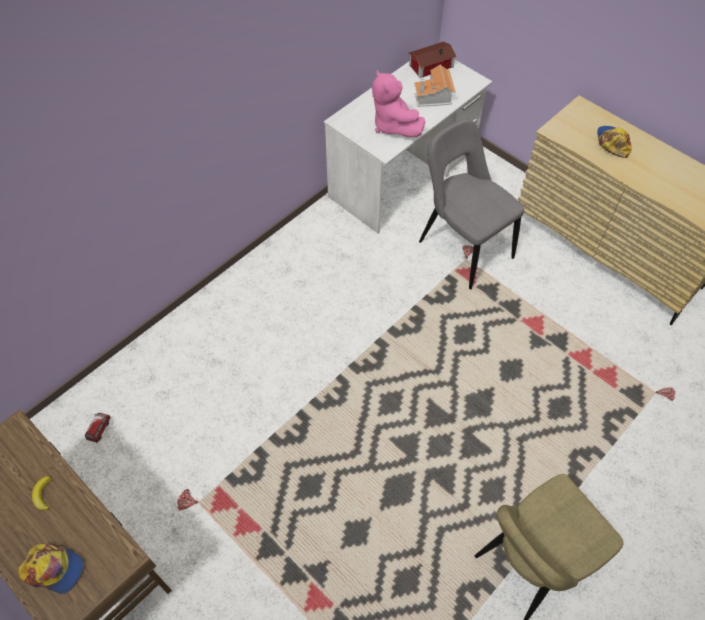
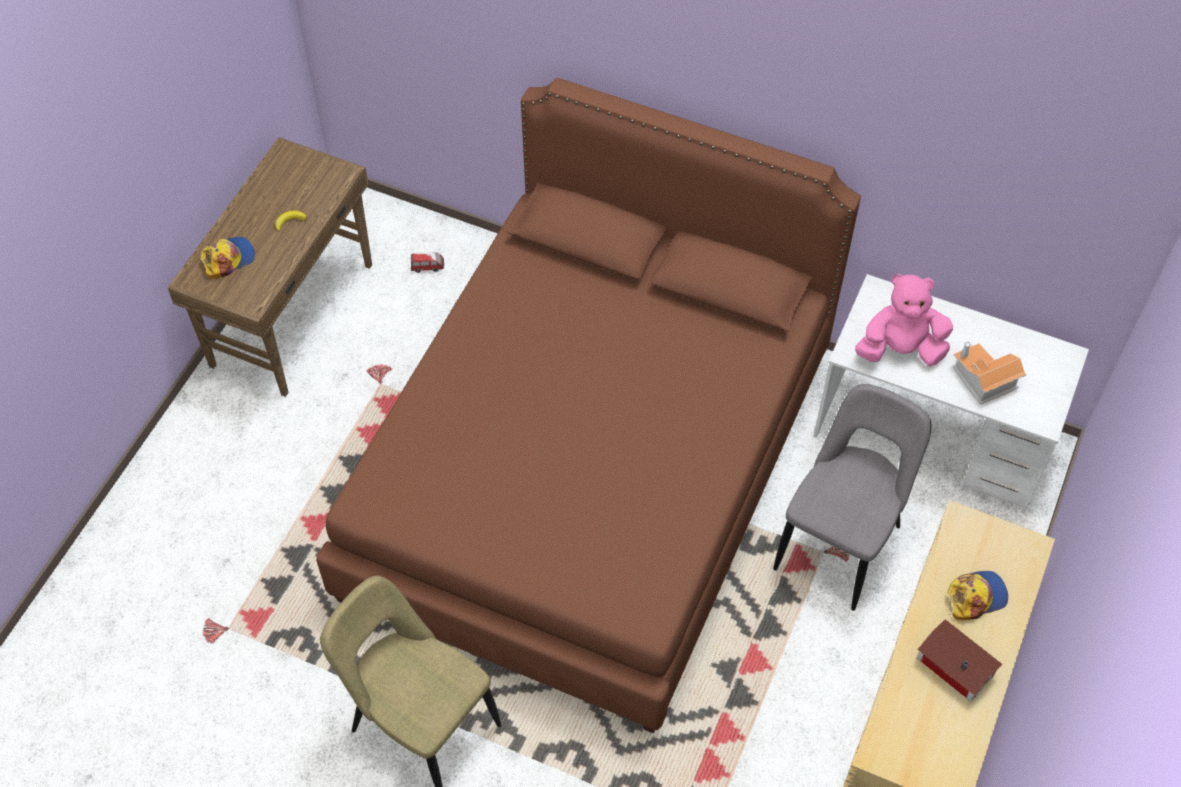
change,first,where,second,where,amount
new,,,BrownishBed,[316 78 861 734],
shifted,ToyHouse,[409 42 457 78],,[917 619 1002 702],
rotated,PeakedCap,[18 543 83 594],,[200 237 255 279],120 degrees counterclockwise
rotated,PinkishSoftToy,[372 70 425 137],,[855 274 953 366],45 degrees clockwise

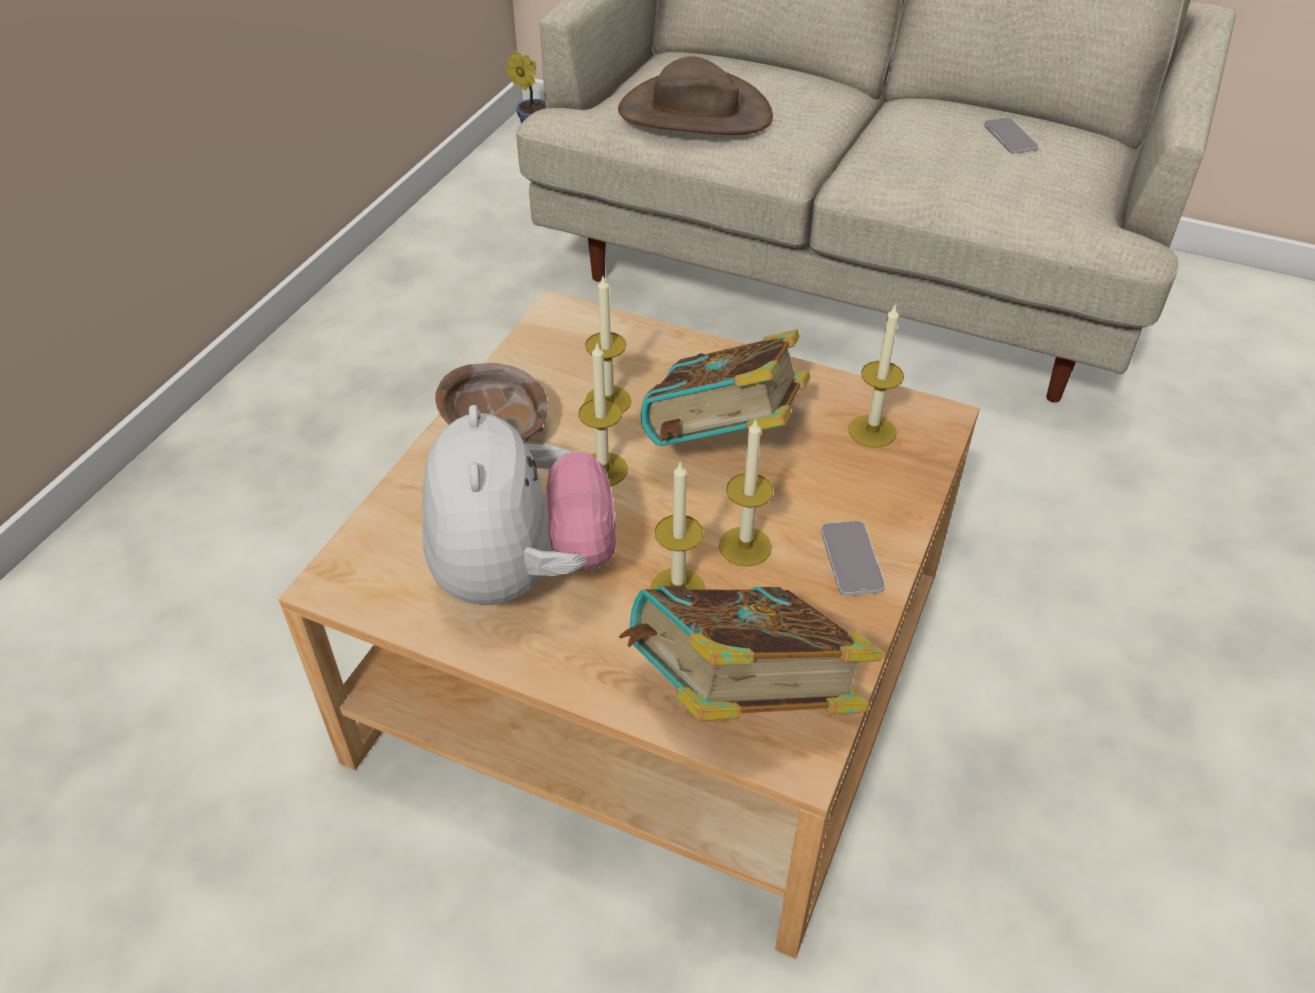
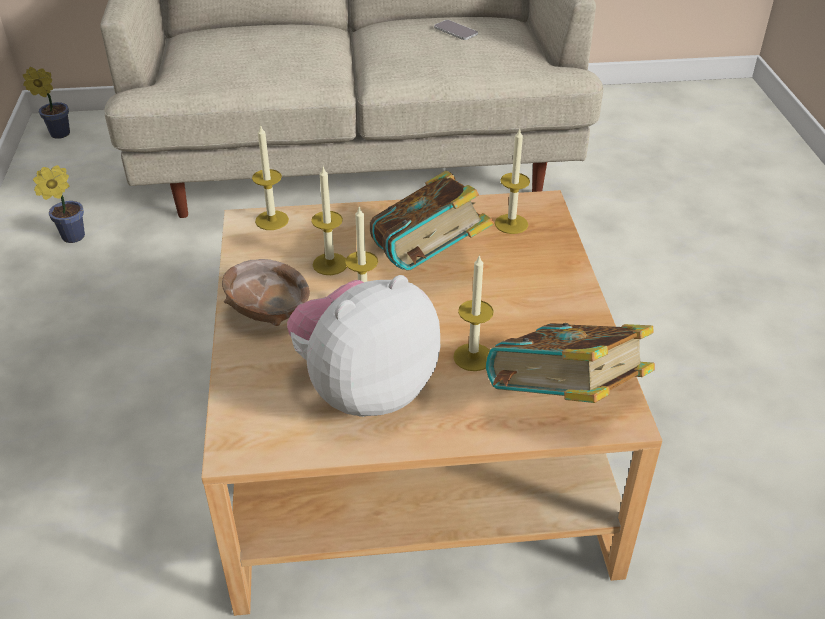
change,first,where,second,where,amount
gone,BrownishWearableHat,[618 56 773 135],,,
gone,Telephone,[821 520 885 596],,,
new,,,Houseplant,[33 165 85 243],
shifted,WaxLight,[719 419 773 567],,[252 124 289 230],
rotated,SoftToy,[422 405 616 605],,[287 275 440 417],90 degrees counterclockwise

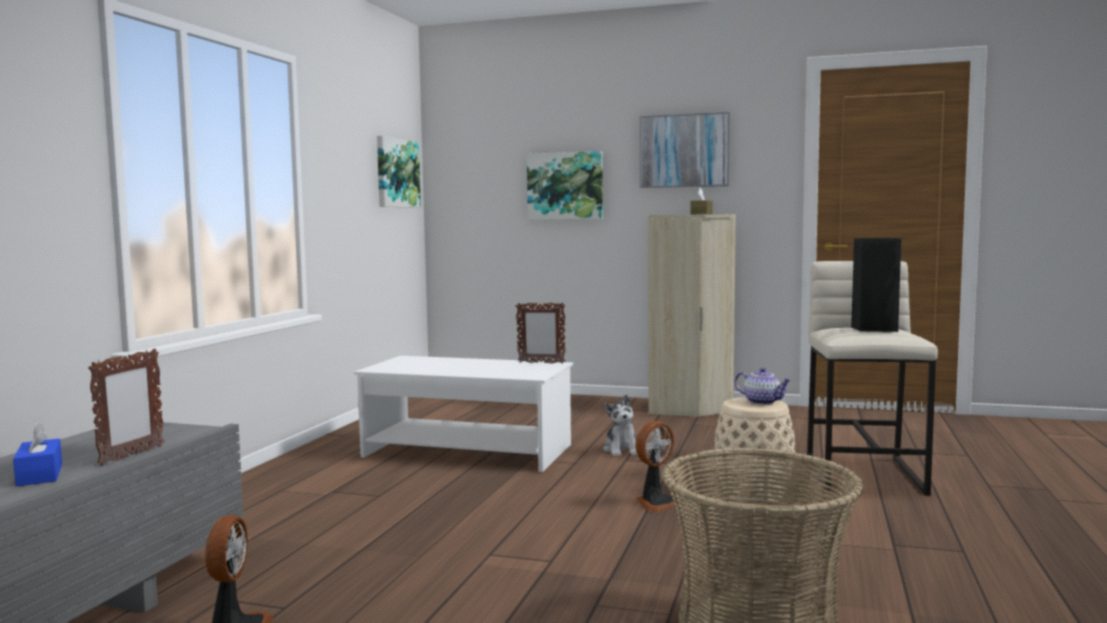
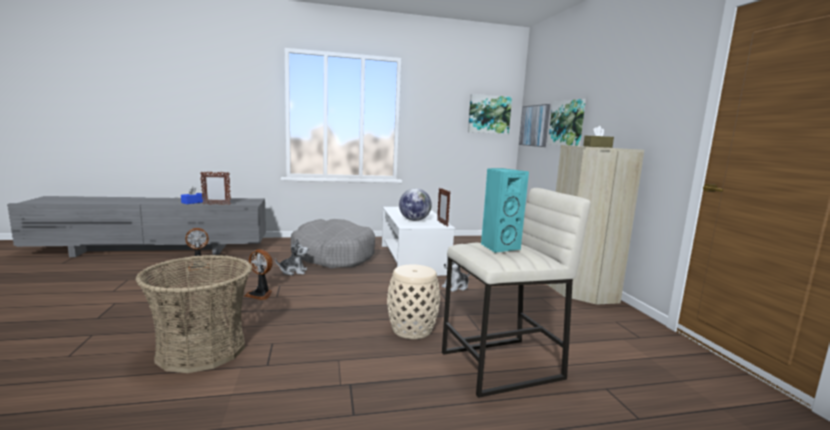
change,first,where,second,where,amount
gone,PotForTea,[735 368 791 405],,,
new,,,SoftToy,[275 239 308 275],
new,,,GrayDogBed,[291 219 375 269],
new,,,DeskGlobe,[399 188 432 221],
shifted,Fan,[635 421 683 512],,[244 249 273 300],
shifted,Picture,[640 112 730 188],,[519 104 550 147],
repainted,BlackColouredSpeaker,[851 238 901 332],BlueGreenSpeaker,[481 168 529 253],

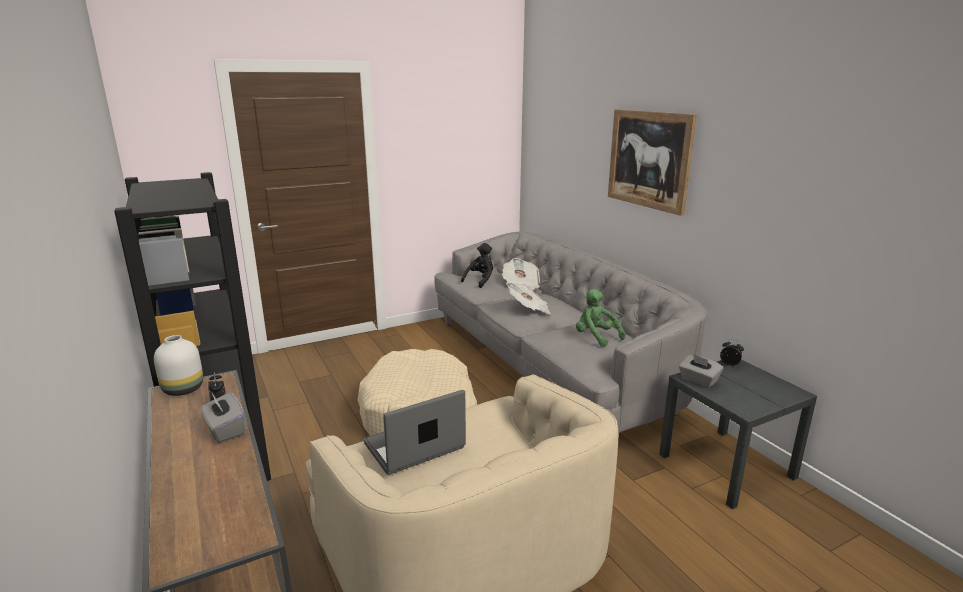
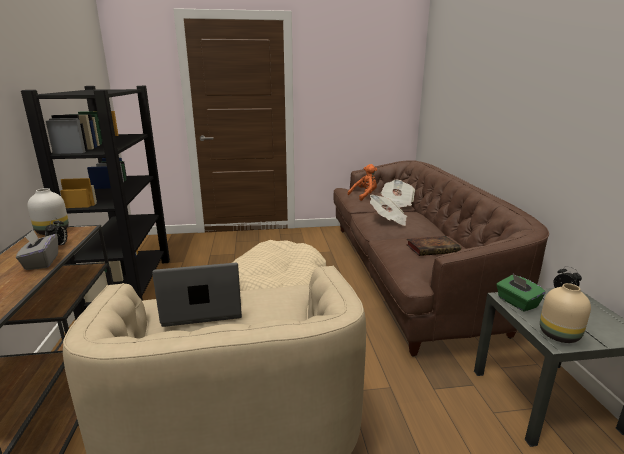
change,first,where,second,where,amount
gone,Picture,[608 109 697 216],,,
new,,,BeigeVase,[540 283 591 343],
swapped,GreenishSoftToy,[576 289 625 347],Volume,[406 236 461 256],
repainted,GraySofa,[434 232 707 434],BrownishSofa,[334 160 549 356],
repainted,BlackColouredSoftToy,[461 243 493 288],OrangeySoftToy,[347 164 377 201],
repainted,GrayTissueHolder,[679 354 723 388],GreenishTissueHolder,[496 274 546 312],

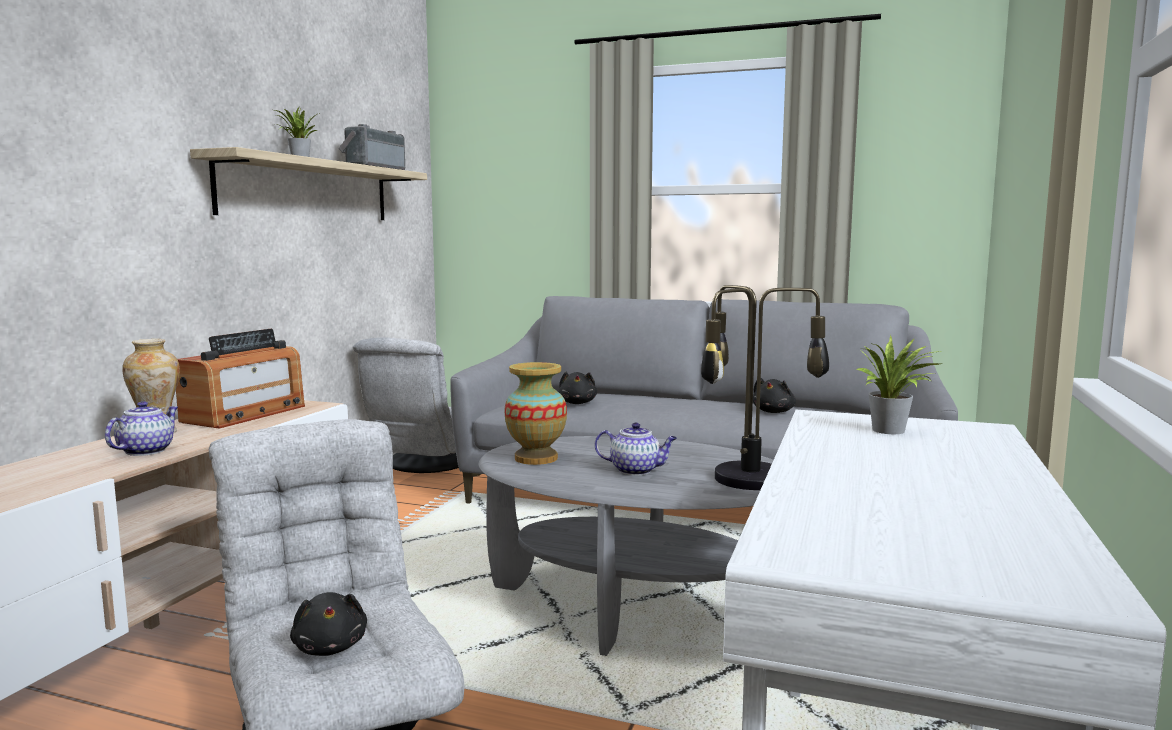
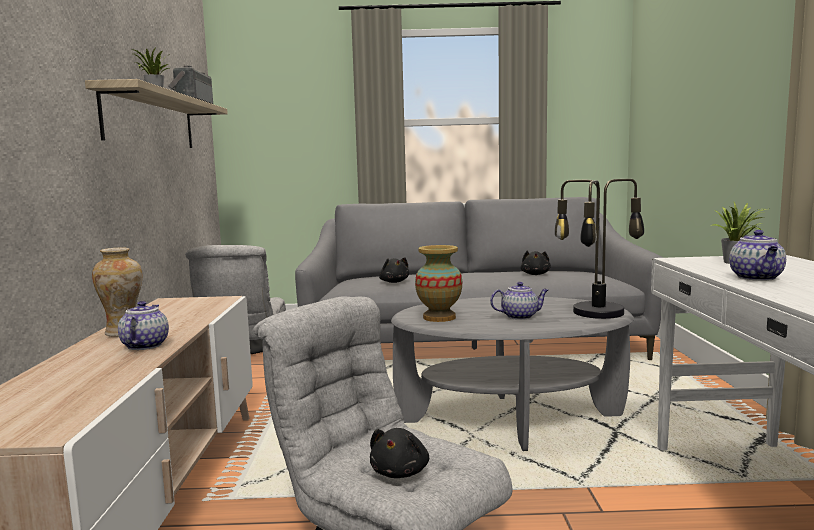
change,first,where,second,where,amount
gone,RadioSet,[176 329 305 429],,,
new,,,PotForTea,[729 230 786 281],
rotated,BlackColouredSoftToy,[290 592 367 656],,[370 428 429 478],60 degrees clockwise

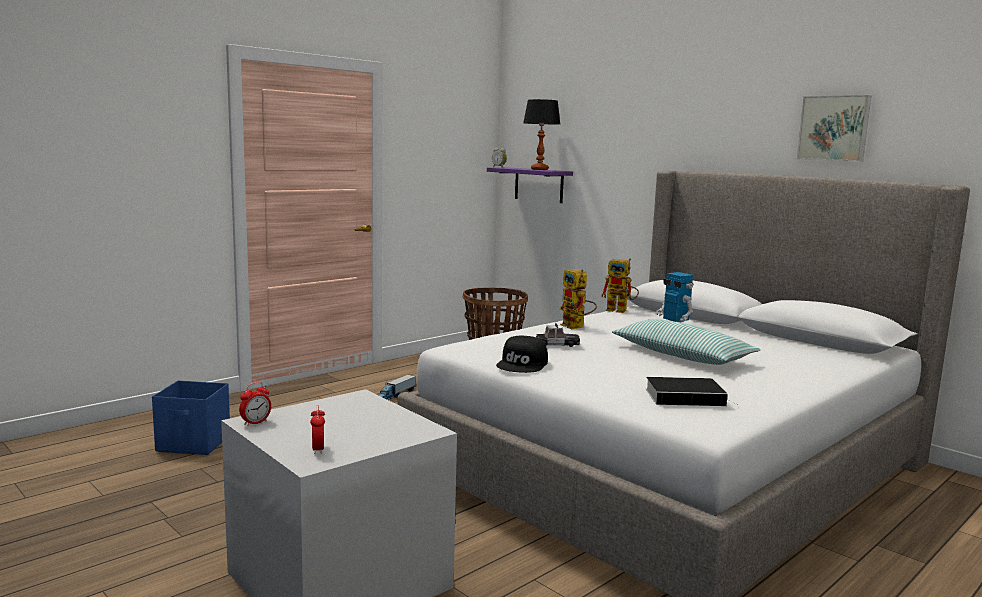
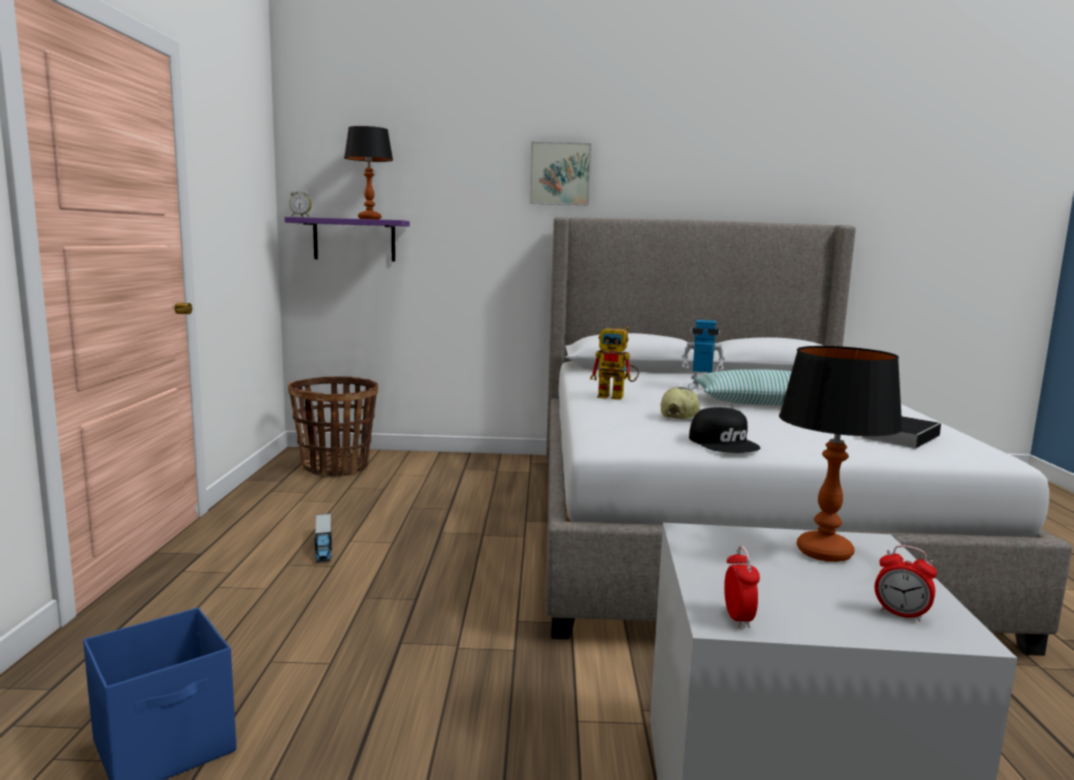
change,first,where,second,where,amount
gone,RobotFigure,[601 258 639 313],,,
new,,,TableLamp,[779 346 903 562],
shifted,Picture,[797 95 871 162],,[529 141 591 205],
swapped,MiniatureCar,[536 323 580 347],PeakedCap,[661 387 700 419],

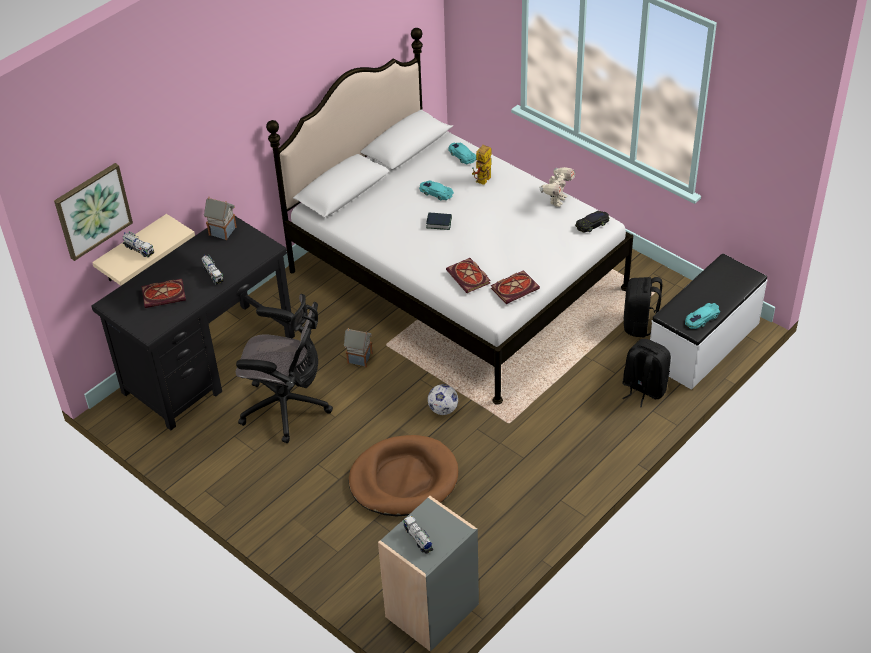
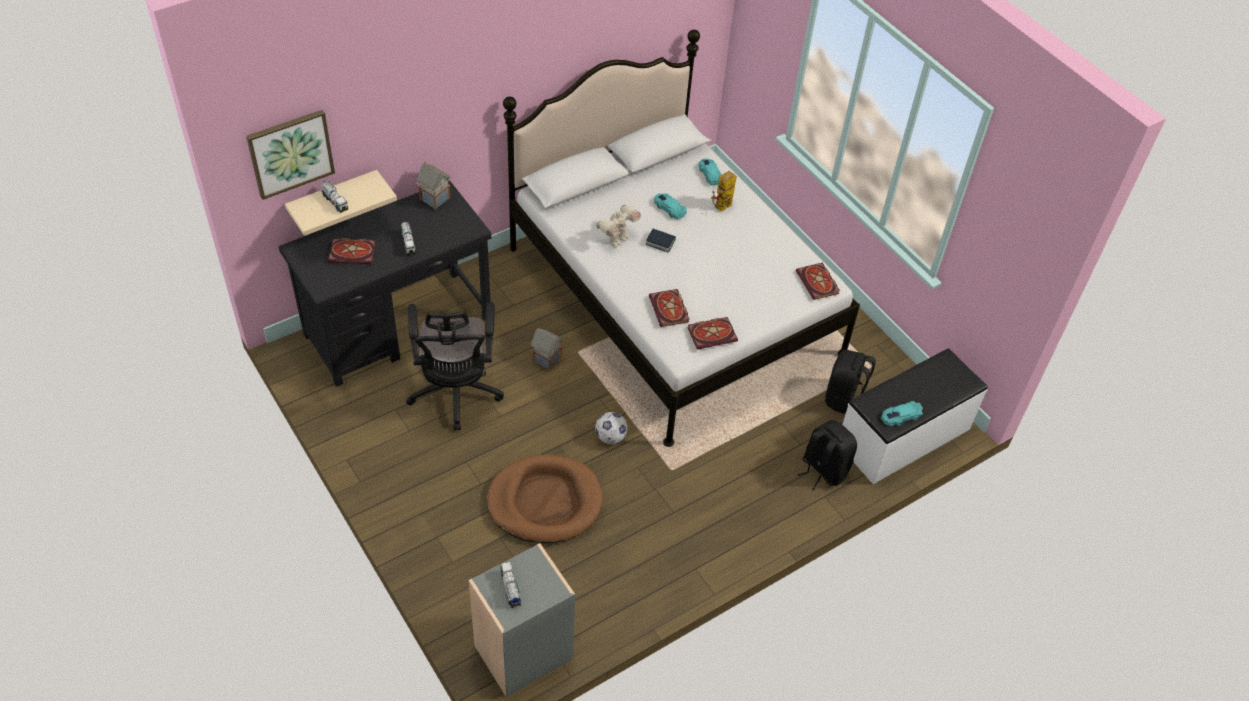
change,first,where,second,where,amount
shifted,RobotFigure,[539 167 575 207],,[596 205 641 247],
swapped,BlackColouredMiniatureCar,[575 211 609 233],Volume,[796 263 840 300],
rotated,OfficeChair,[236 294 333 443],,[406 302 504 430],60 degrees clockwise

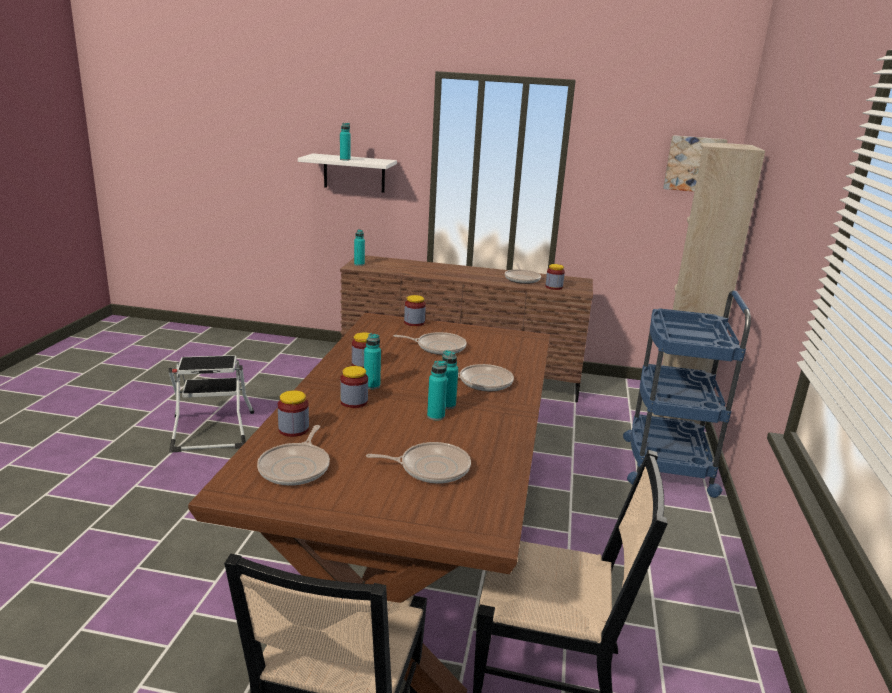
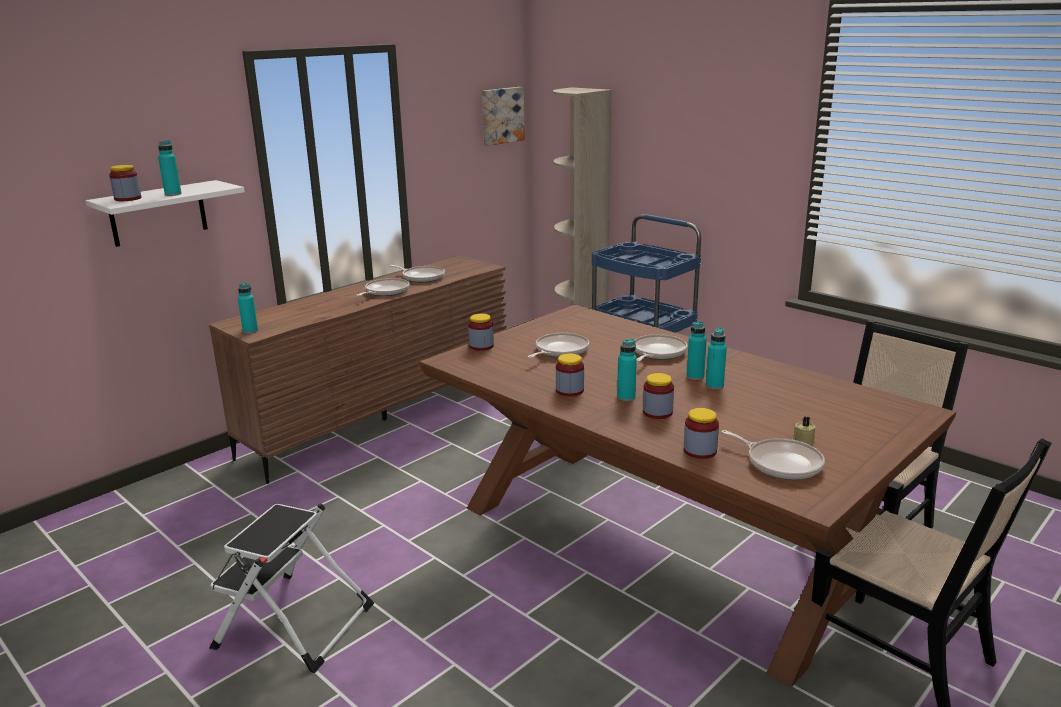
change,first,where,second,where,amount
new,,,BeigeWaxLight,[791 417 816 445],
shifted,Pan,[366 442 471 484],,[356 278 410 296],
shifted,PreserveJar,[545 264 565 290],,[109 165 141 201],

